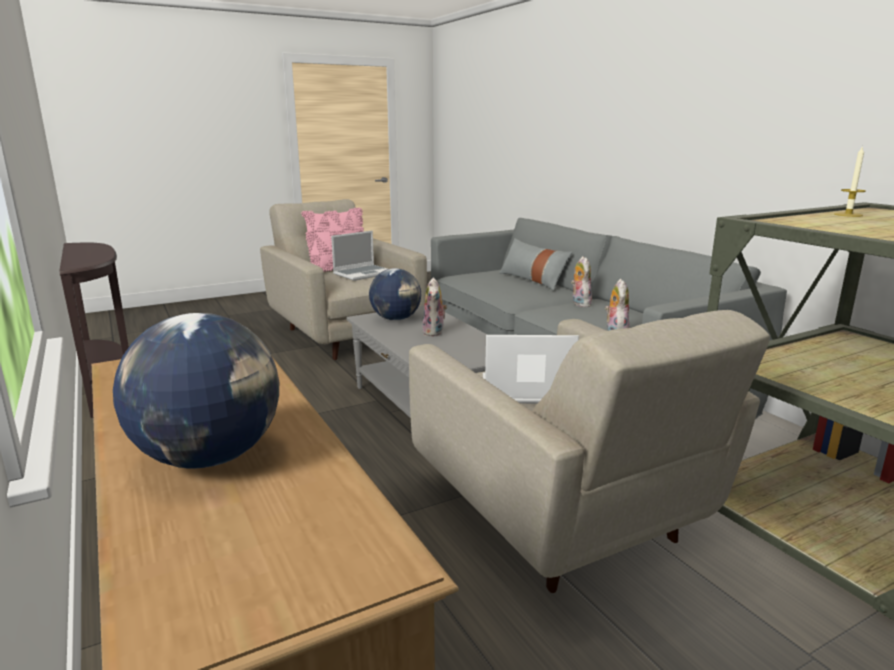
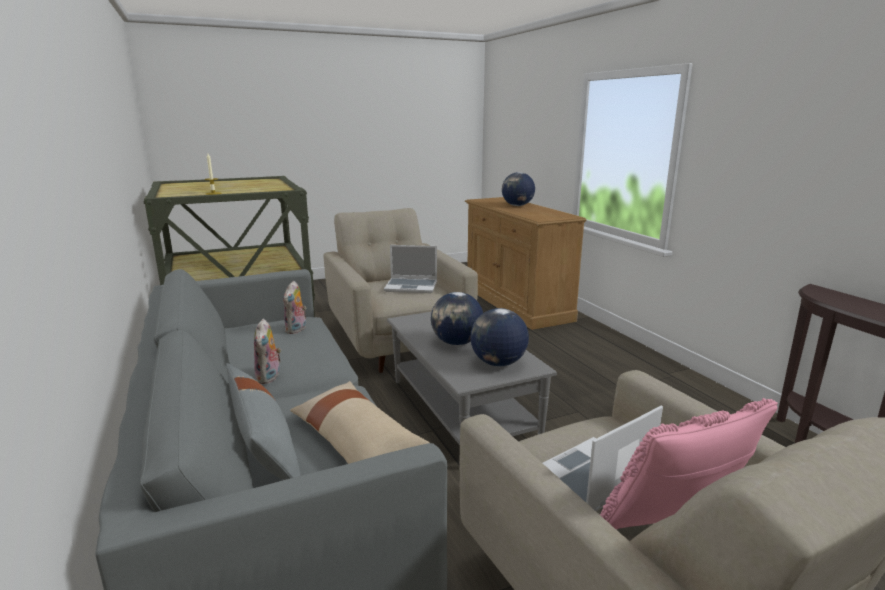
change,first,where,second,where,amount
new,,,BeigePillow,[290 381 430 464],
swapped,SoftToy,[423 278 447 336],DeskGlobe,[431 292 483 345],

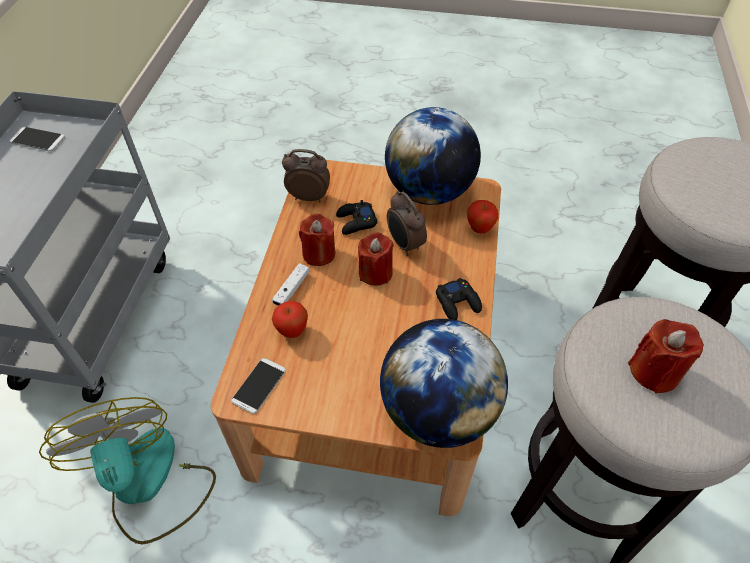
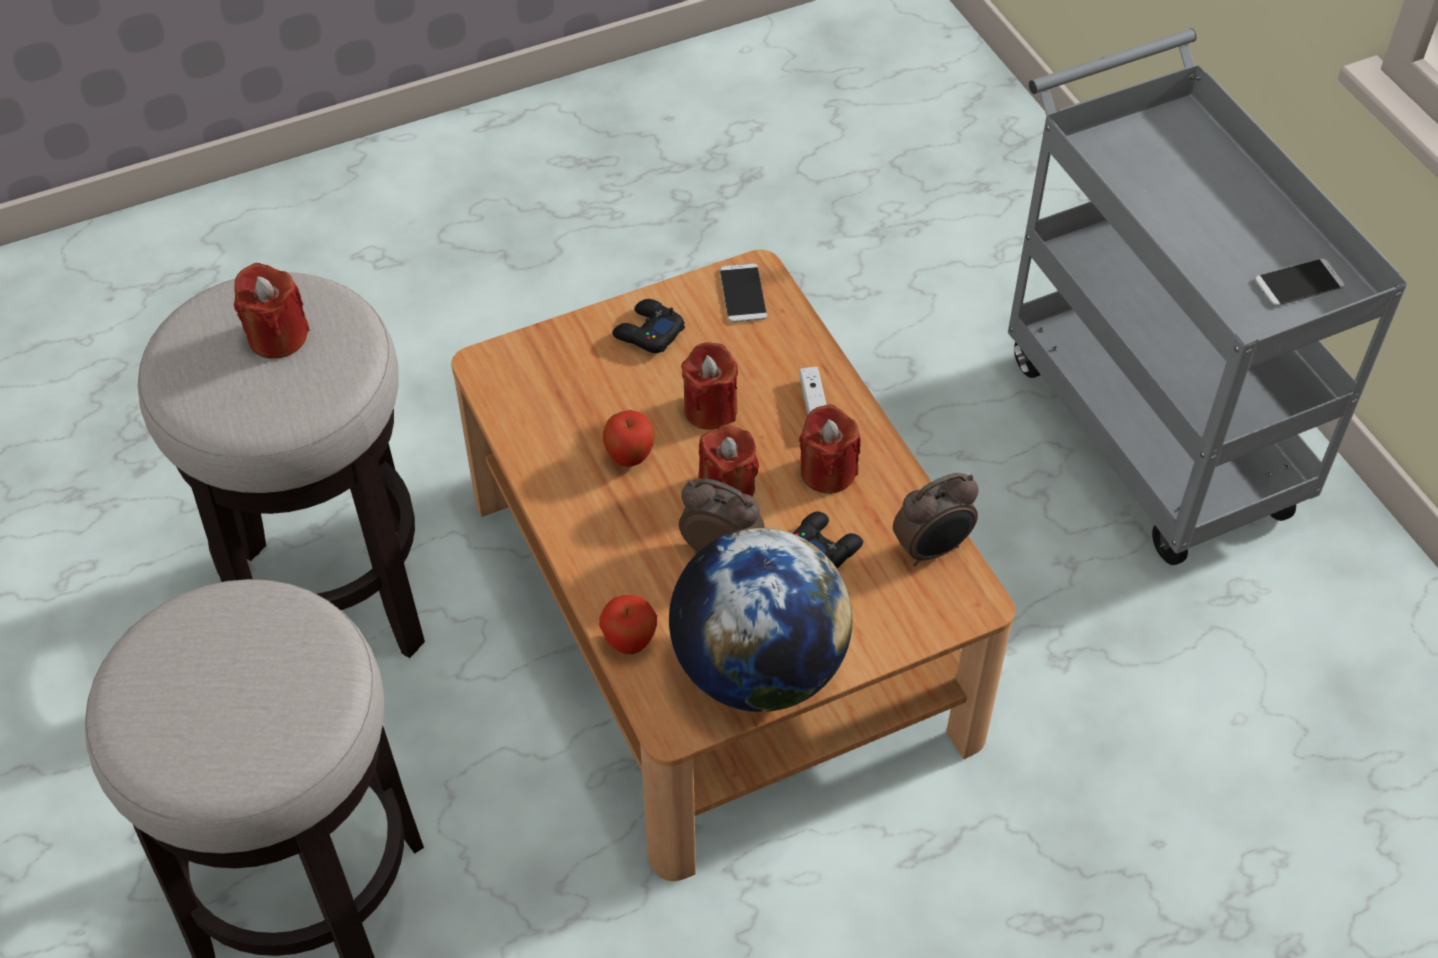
change,first,where,second,where,amount
gone,Fan,[39 397 216 544],,,
gone,DeskGlobe,[380 319 508 448],,,
new,,,RedColouredWaxLight,[681 342 738 430],
shifted,AppleFruit,[272 301 308 338],,[603 410 655 467],
shifted,BlackColouredJoypad,[436 278 482 320],,[612 299 685 353],

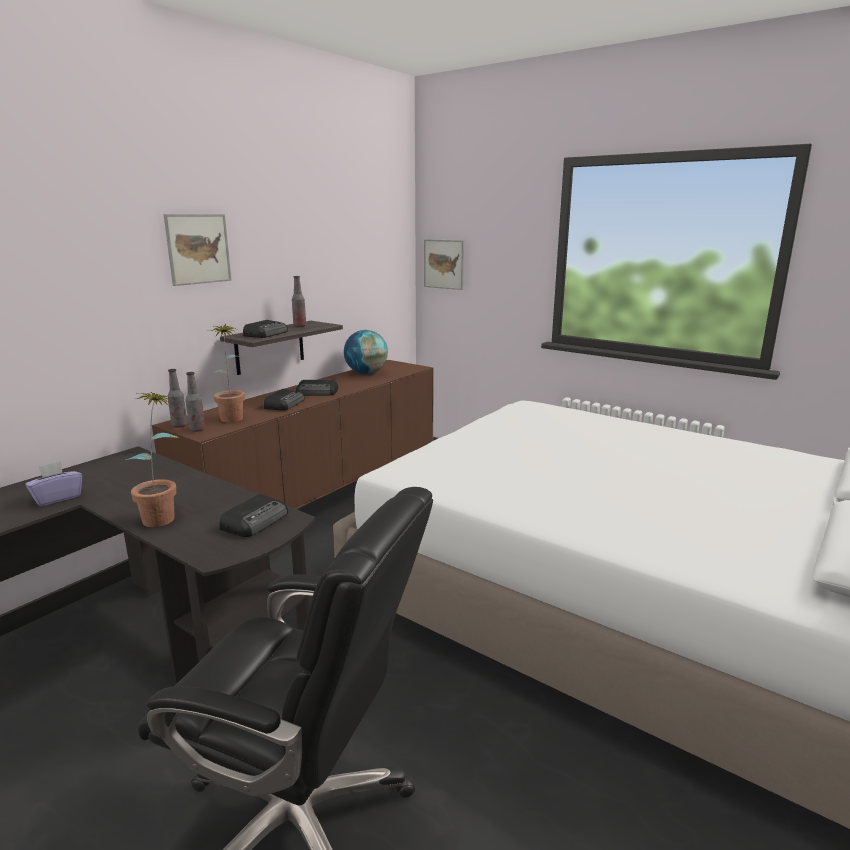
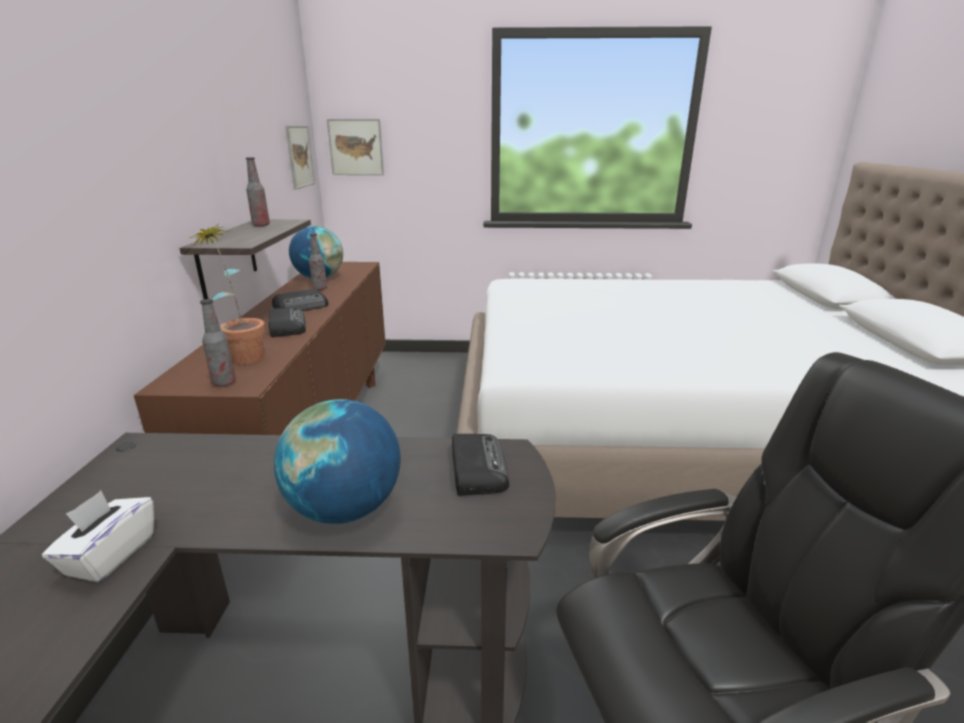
change,first,where,second,where,amount
gone,RadioSet,[243 320 288 338],,,
shifted,Picture,[163 214 231 286],,[285 126 315 189],
shifted,Bottle,[168 369 188 428],,[309 233 327 290],
swapped,Houseplant,[126 392 179 527],DeskGlobe,[274 399 401 524],
repainted,PurpleTissueHolder,[25 461 82 506],WhiteColouredTissueHolder,[42 491 154 582],

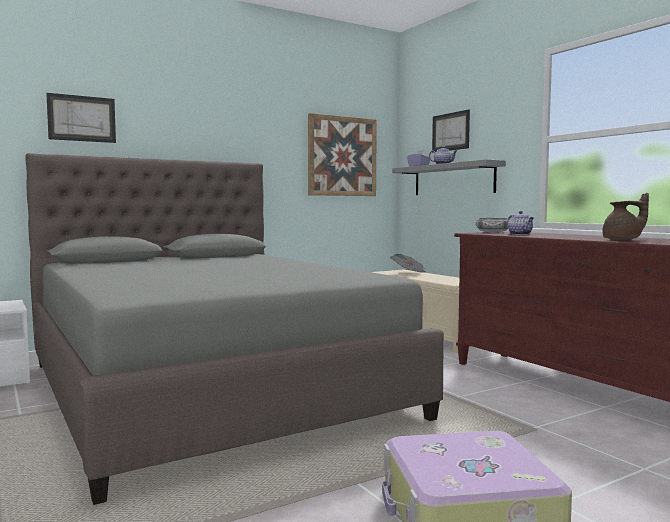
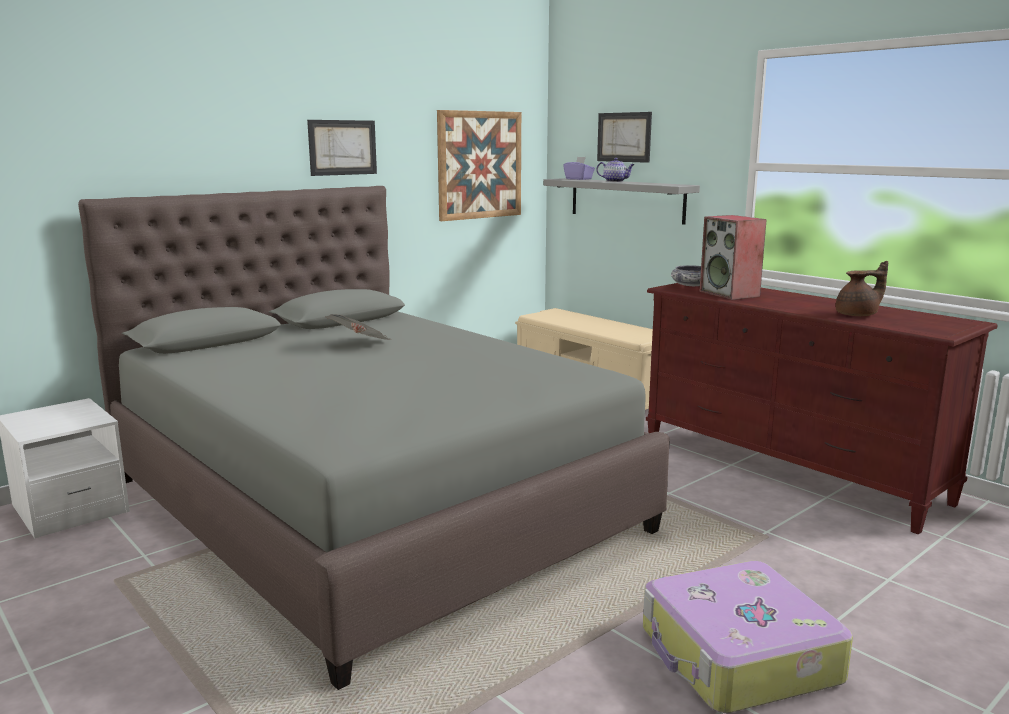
change,first,where,second,where,amount
shifted,Picture,[46 93 116 143],,[307 120 377 176],
shifted,PrintedPaper,[390 254 426 273],,[325 314 391 340],
swapped,PotForTea,[508 211 534 235],Speaker,[699 215 767 300],

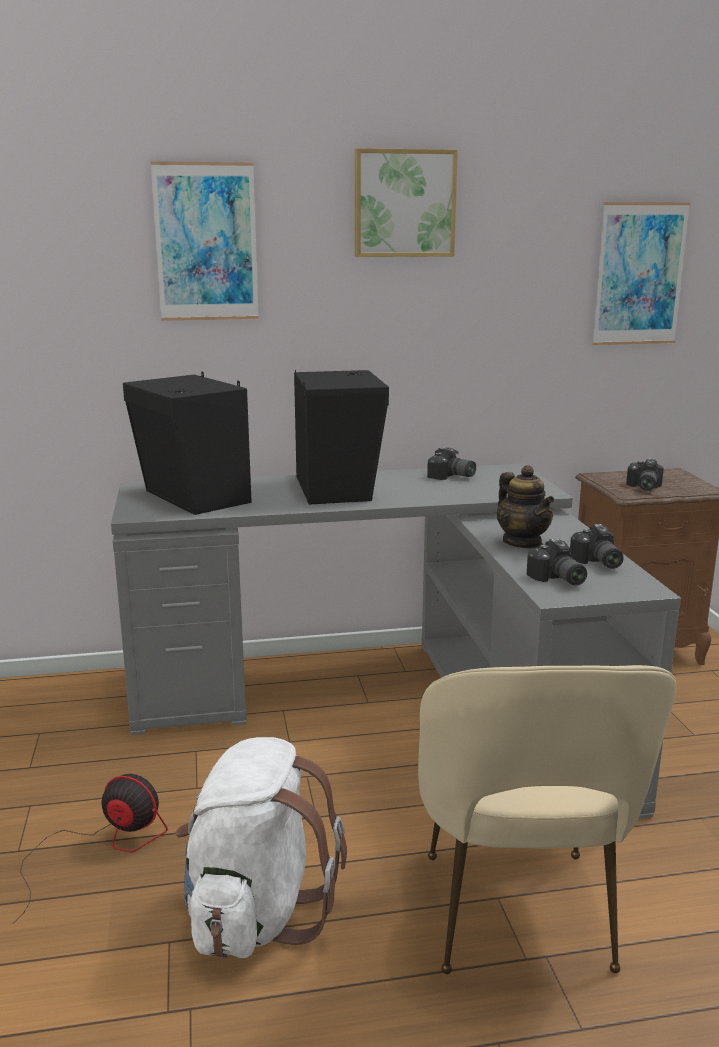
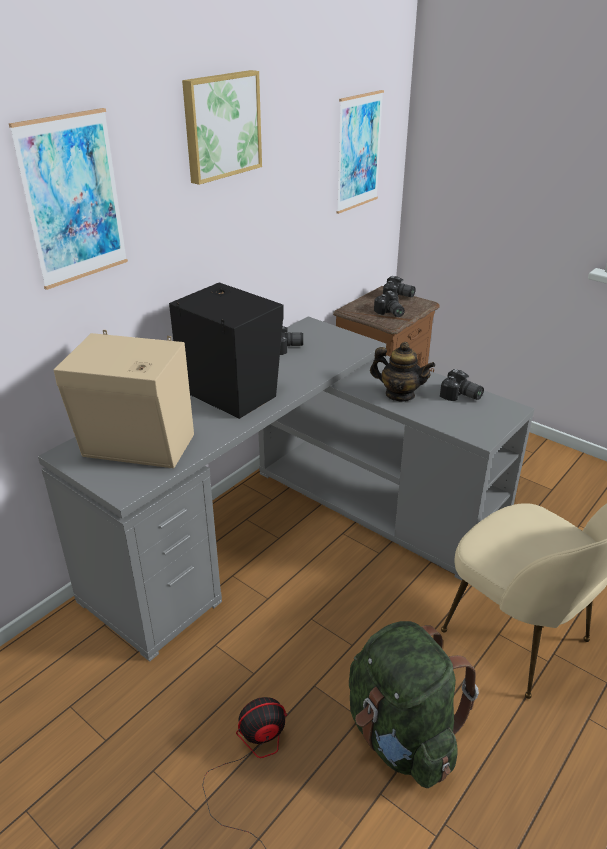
change,first,where,second,where,amount
shifted,StillCamera,[527 539 587 585],,[383 276 416 297],
repainted,BlackColouredSpeaker,[123 371 252 515],BeigeSpeaker,[54 330 194 468],
repainted,WhiteColouredKnapsack,[176 737 347 958],GreenishKnapsack,[349 621 479 788],

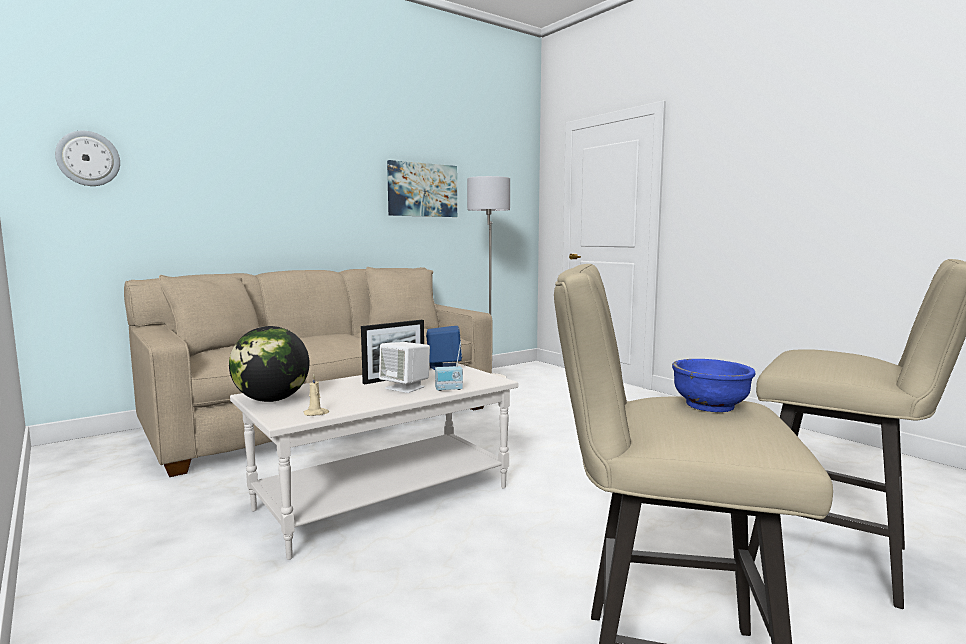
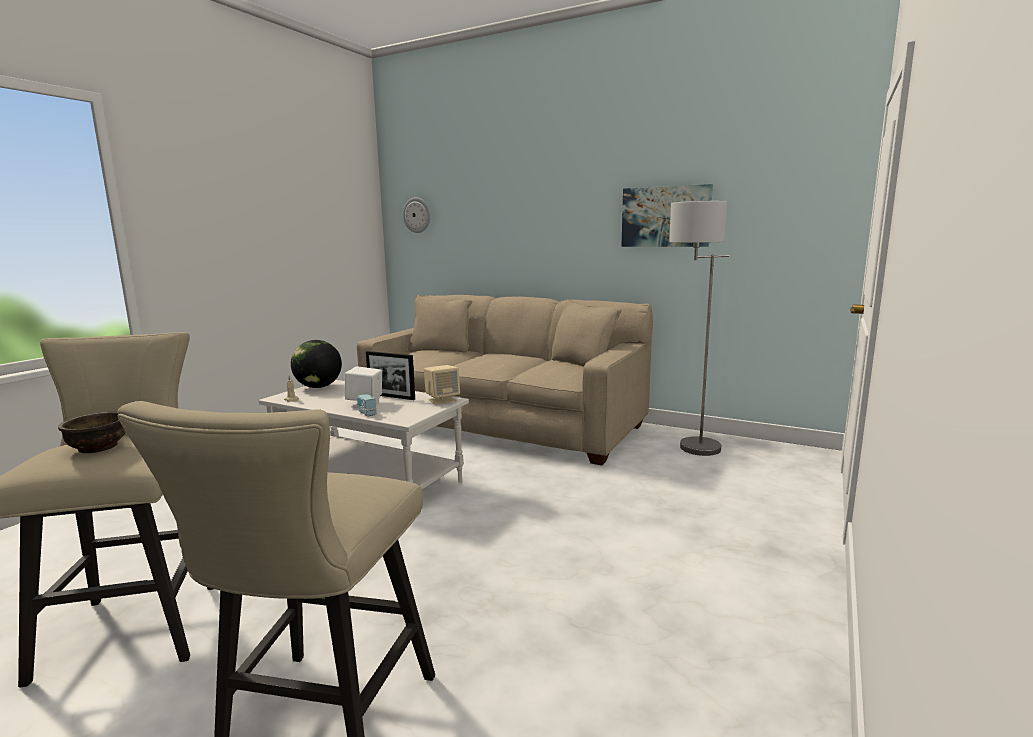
change,first,where,second,where,amount
repainted,BluishSpeaker,[426 326 462 370],BeigeSpeaker,[424 365 460 405],
repainted,BluishDeepDish,[672 359 755 412],BrownishDeepDish,[58 412 125 453],

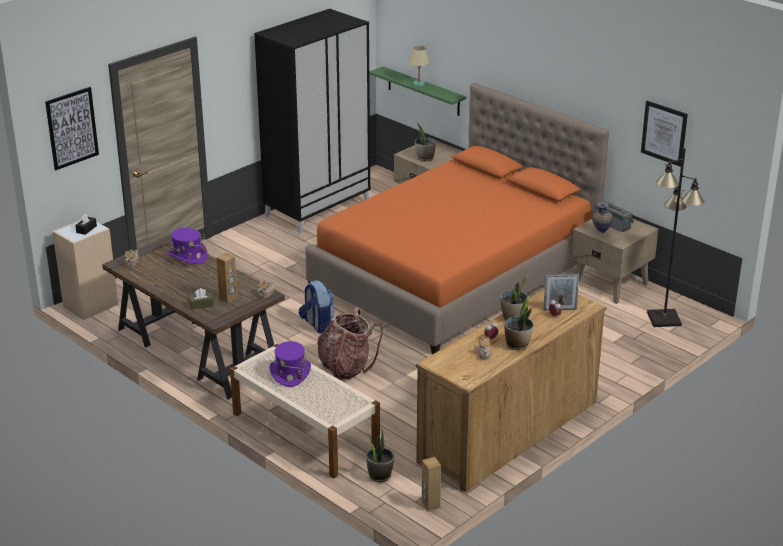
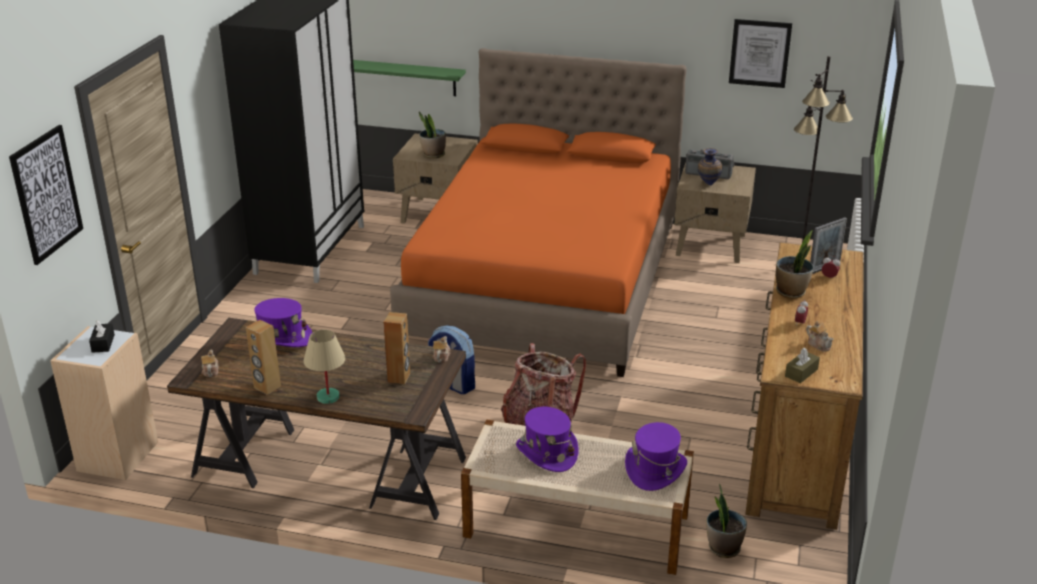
change,first,where,second,where,amount
gone,Houseplant,[505 295 533 350],,,
new,,,PurpleWearableHat,[625 422 687 491],
shifted,BrownishTissueHolder,[189 288 213 310],,[785 348 820 383],
shifted,BeigeTableLamp,[408 46 430 87],,[303 330 346 404],
shifted,BrownishSpeaker,[422 457 441 511],,[246 320 281 395],

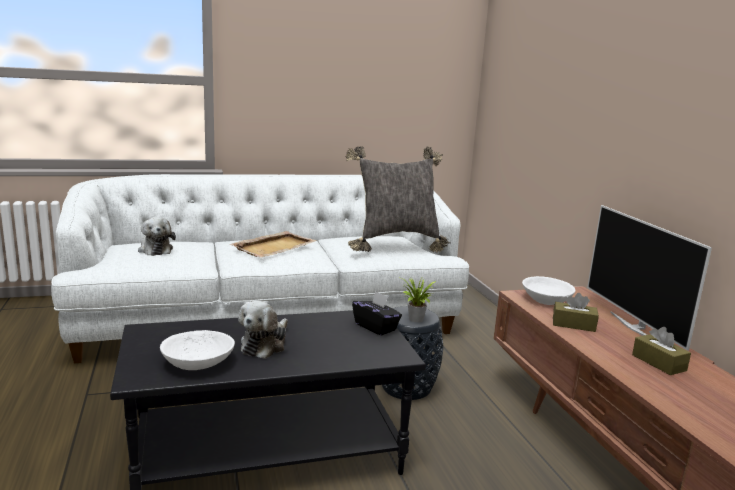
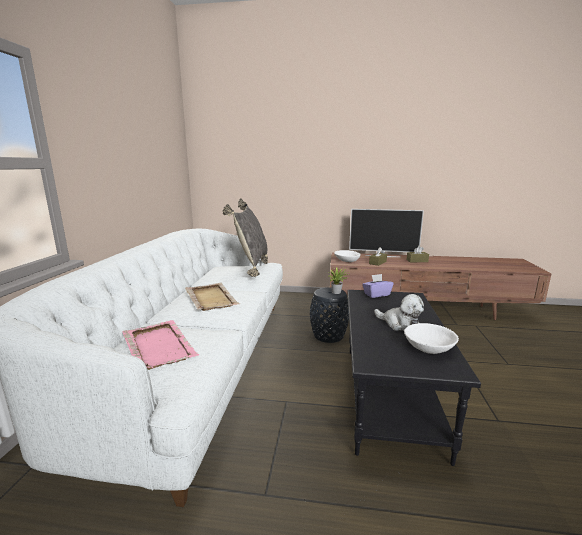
change,first,where,second,where,amount
swapped,SoftToy,[138 217 176 256],PinkishServingTray,[122 320 200 370],
repainted,BlackColouredTissueHolder,[352 291 402 336],PurpleTissueHolder,[362 274 394 298],

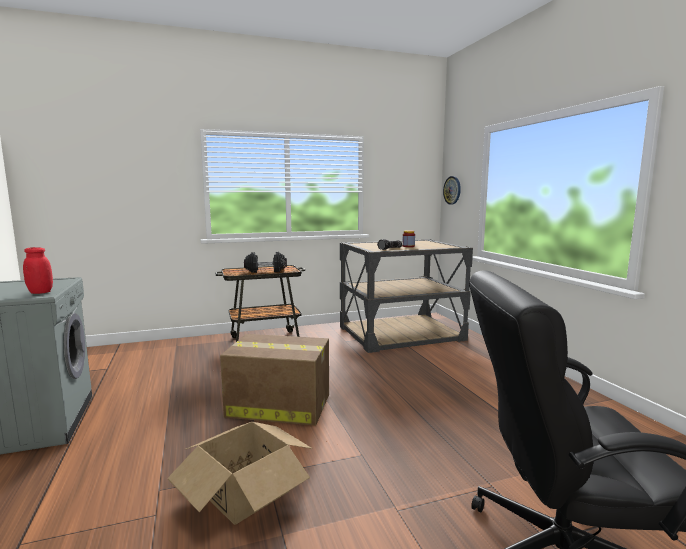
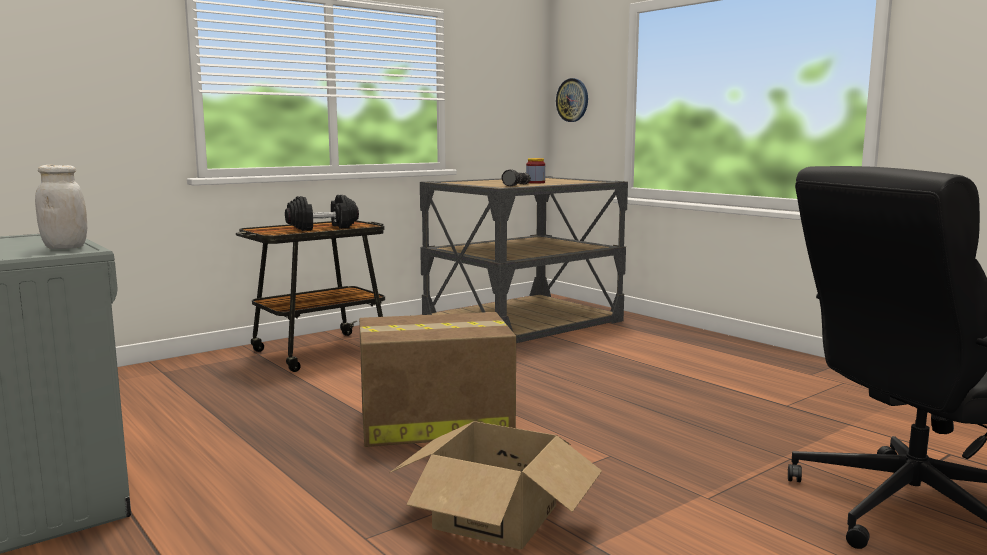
change,first,where,second,where,amount
repainted,RedColouredPreserveJar,[23 247 53 294],WhiteColouredPreserveJar,[35 165 87 249],

